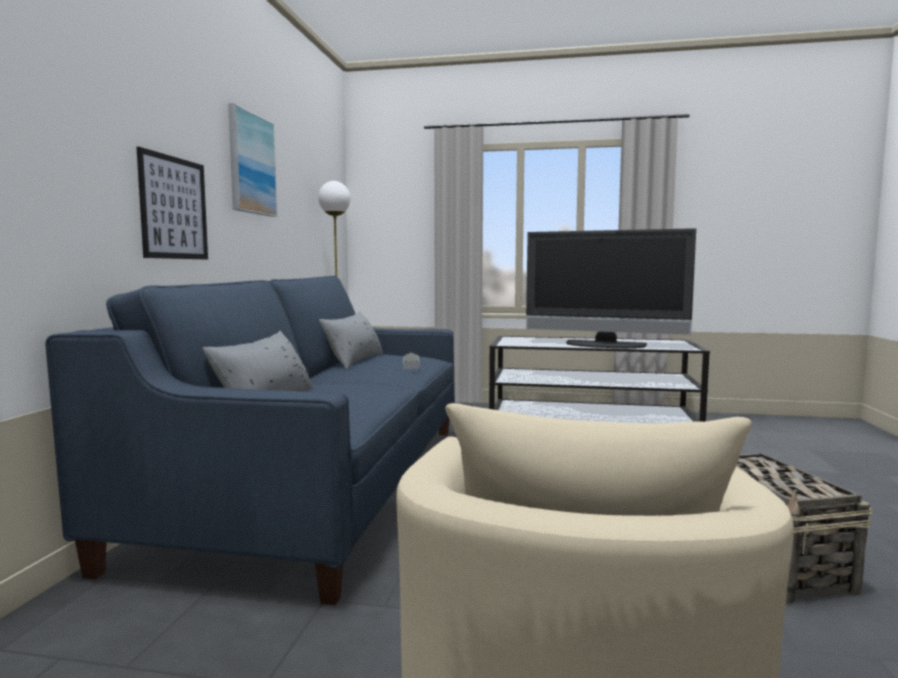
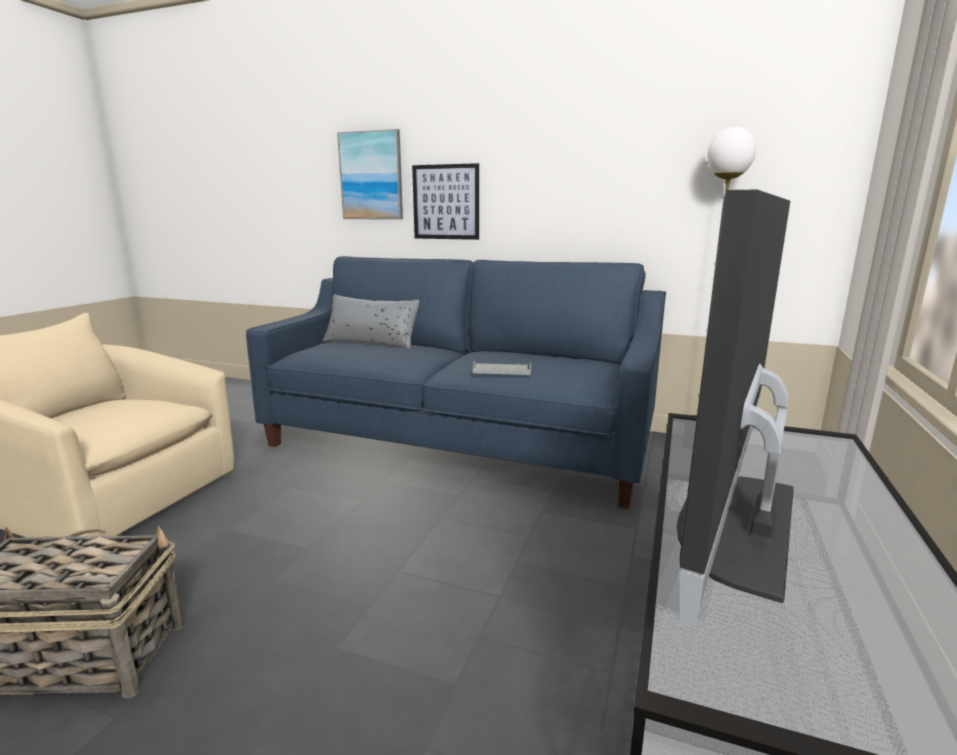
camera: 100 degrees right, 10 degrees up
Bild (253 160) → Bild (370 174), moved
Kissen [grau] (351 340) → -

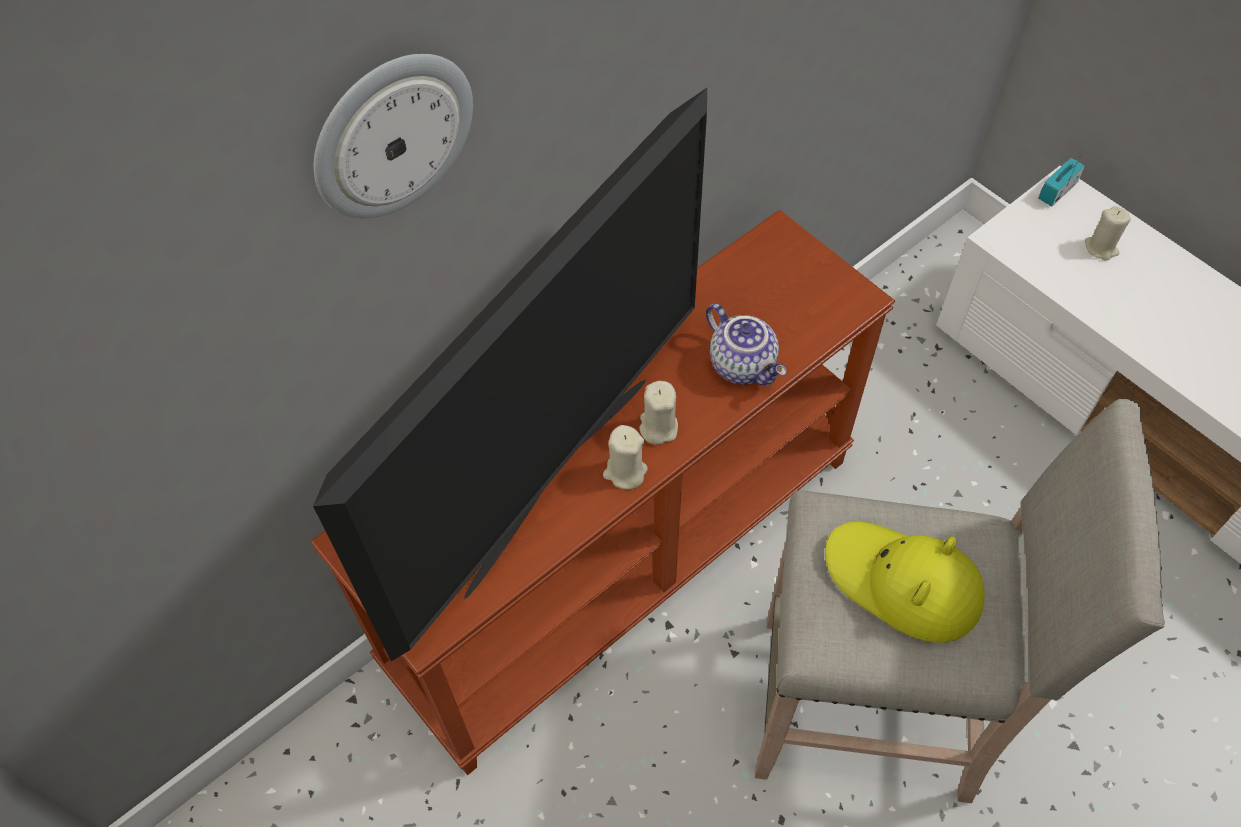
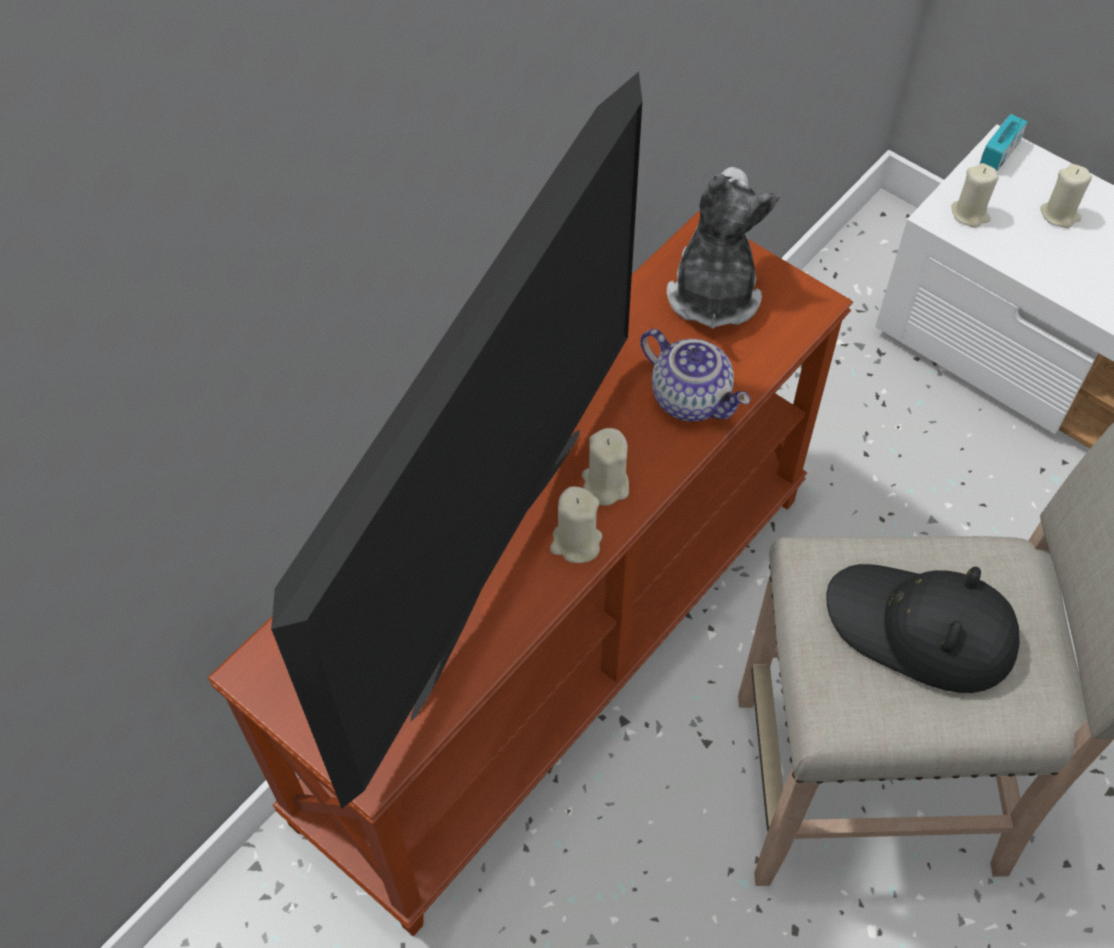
camera: 10 degrees left, 0 degrees up
Wanduhr (393 136) → -
Hut [gelb] (905 582) → Hut [schwarz] (923 628)
- → Plüschtier (723 248)
- → Kerze [beige] (975 195)

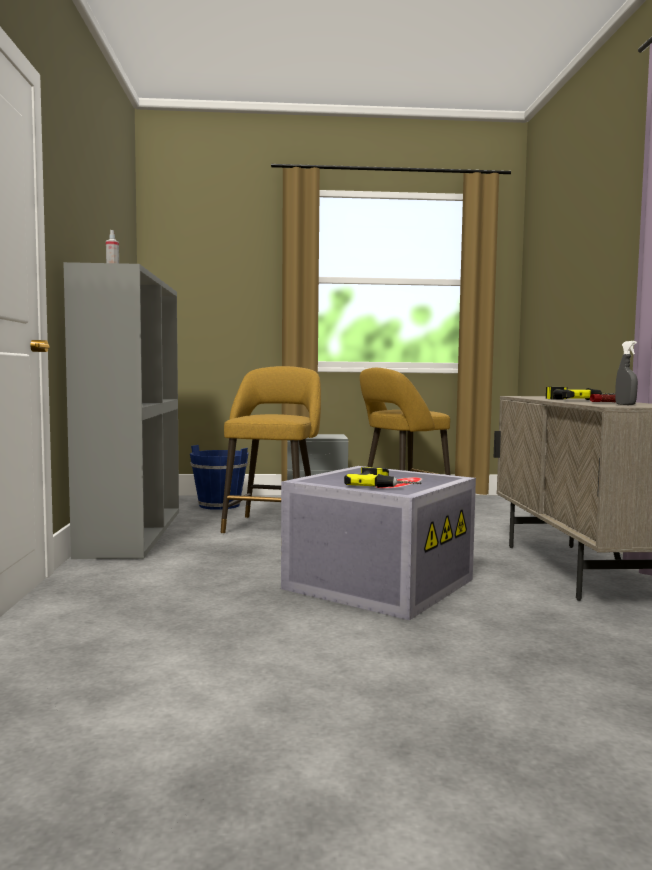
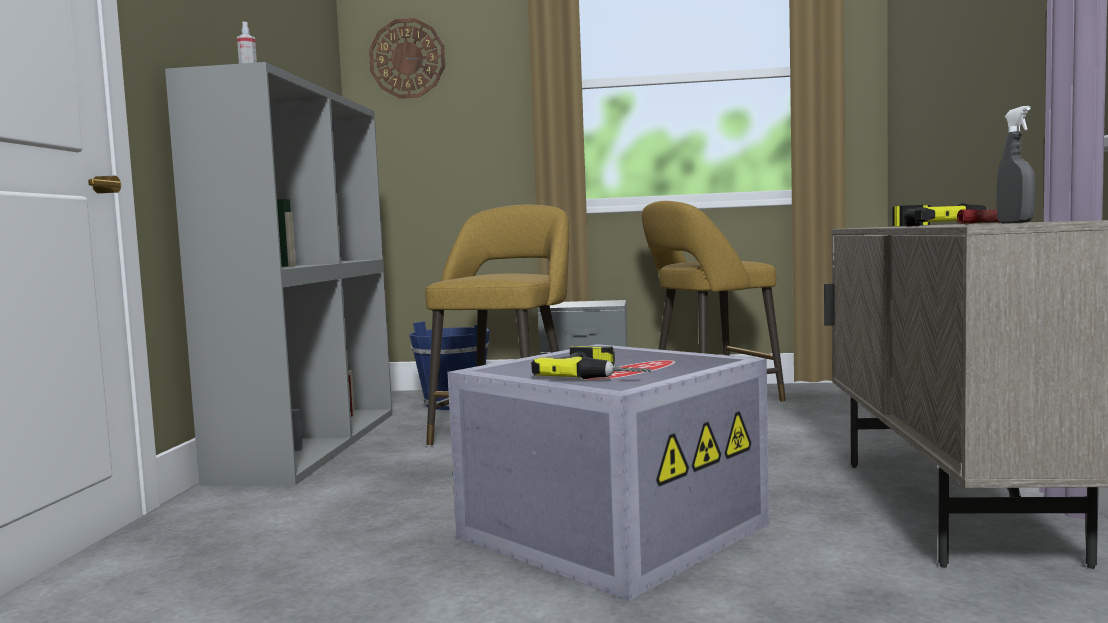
camera: 10 degrees right, 0 degrees up
- → Wanduhr (407 58)

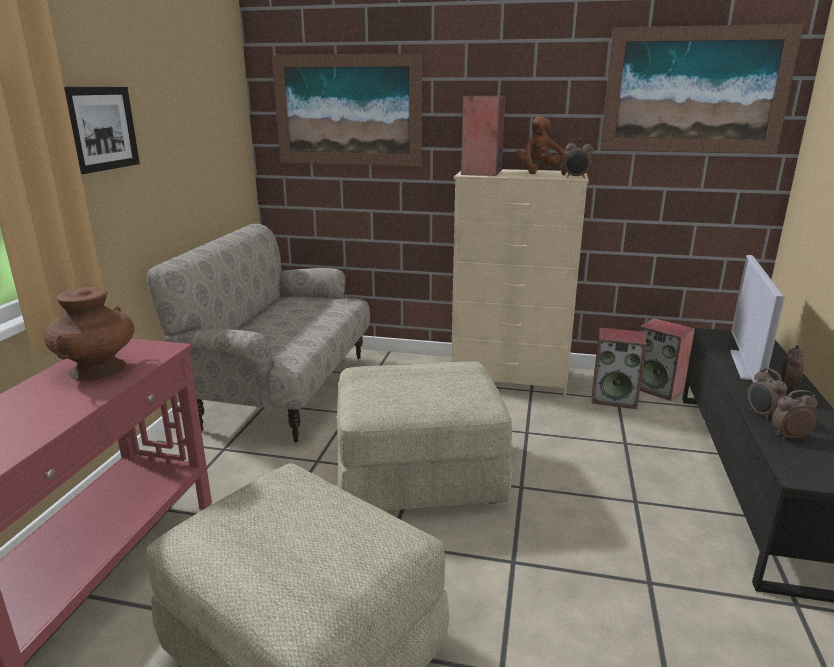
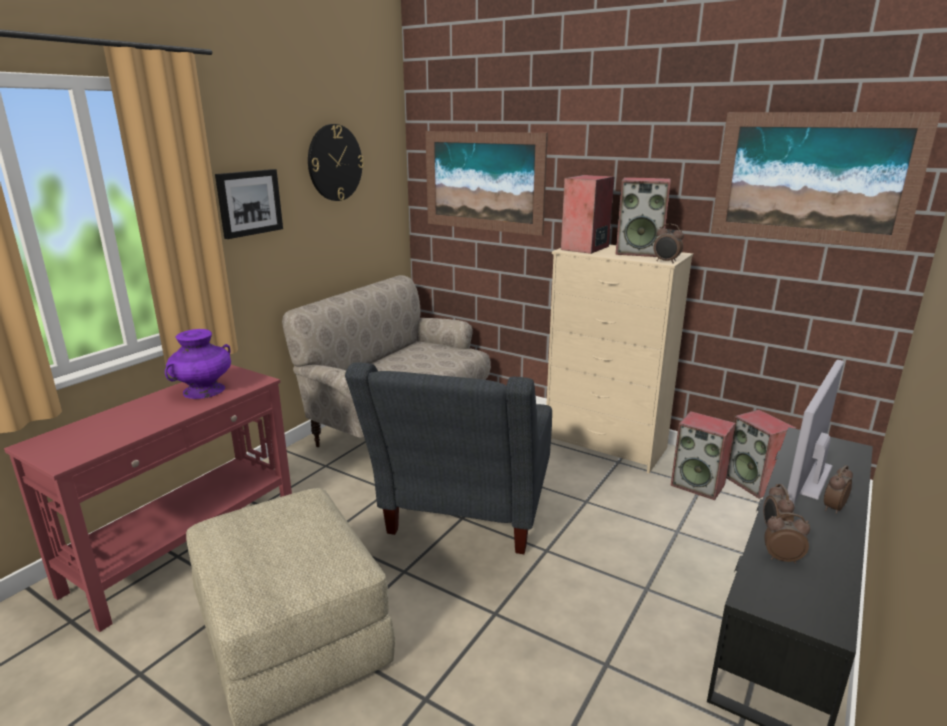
camera: 20 degrees right, 0 degrees up
Vase [braun] (89 334) → Vase [lila] (198 364)
Polsterhocker [beige] (424 436) → Sessel [grau] (448 458)
Plüschtier [braun] (540 145) → Lautsprecher (643 217)
- → Wanduhr (336 162)

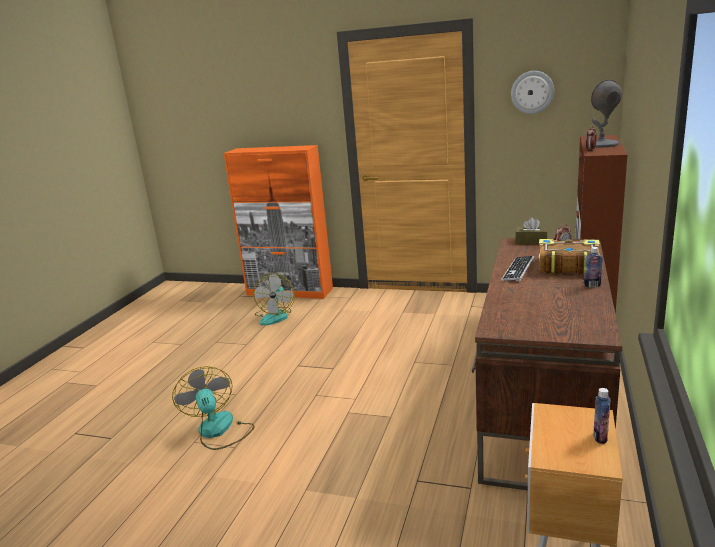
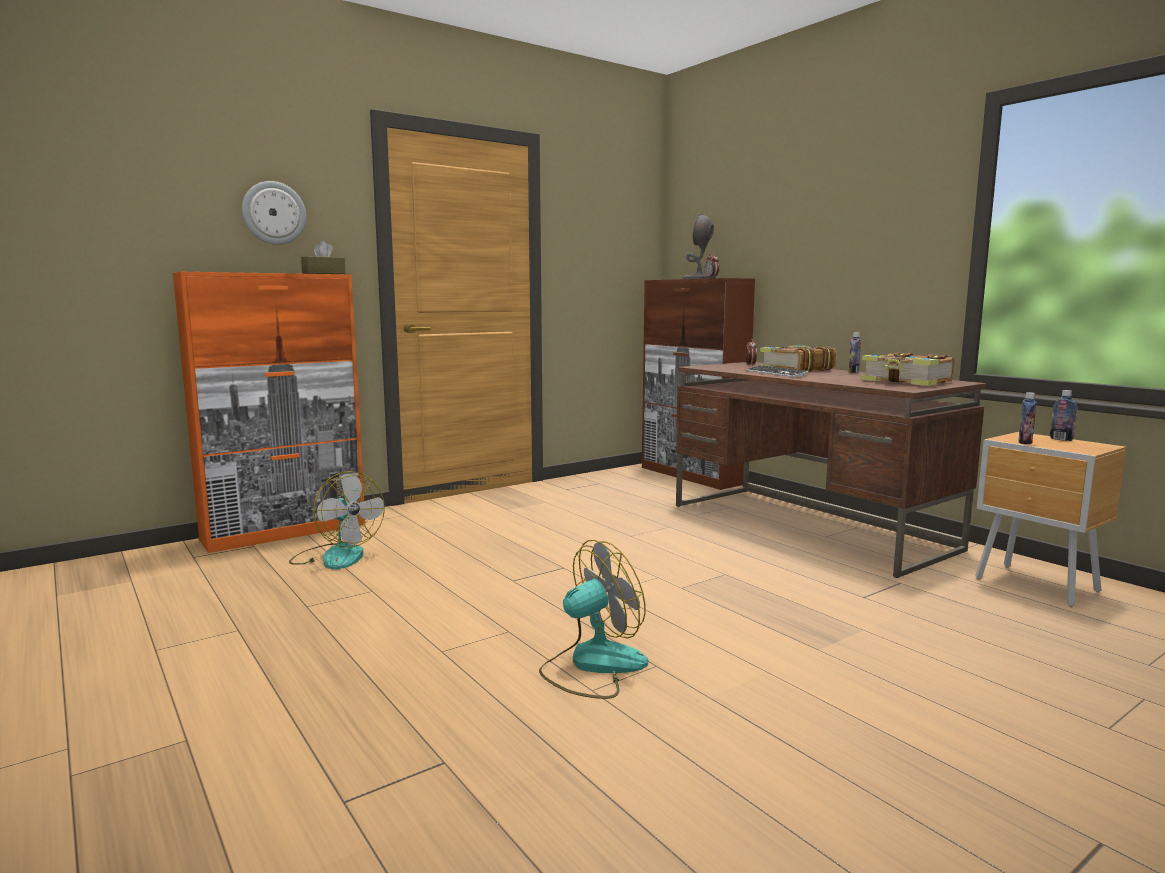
camera: 55 degrees left, 10 degrees down
Ventilator (213 408) → Ventilator (593 619), 135 degrees clockwise
Wanduhr (532 92) → Wanduhr (274 213), moved
Taschentuchbox [braun] (531 230) → Taschentuchbox [braun] (323 257), moved
- → Buch (908 369)
- → Flasche (1027 418)

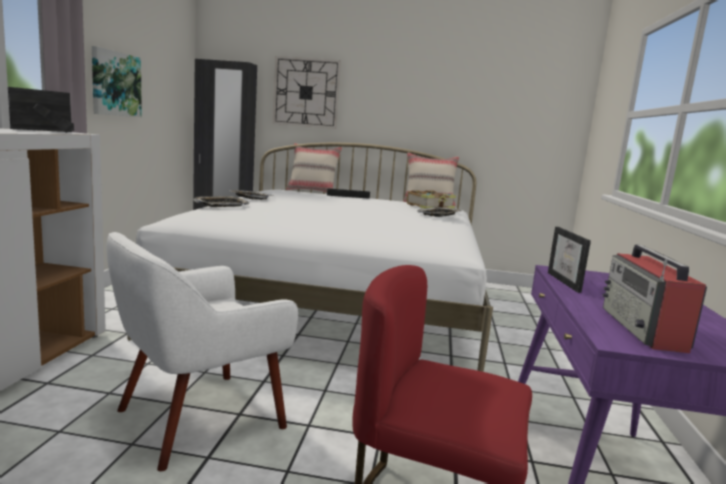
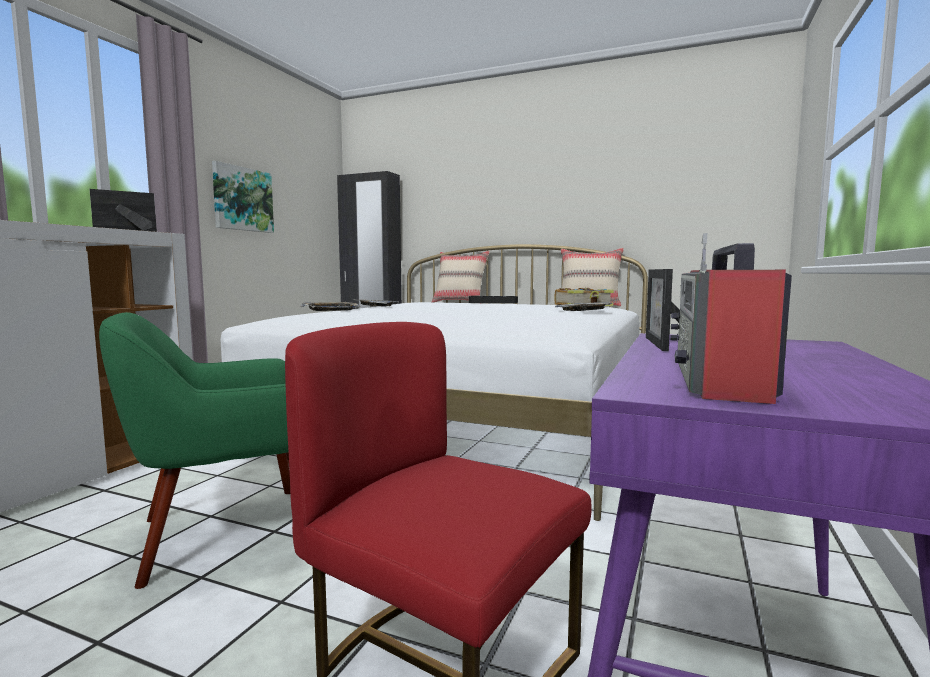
camera: 15 degrees right, 5 degrees down
Sessel [weiß] (202 351) → Sessel [grün] (194 450)
Wanduhr (307 92) → -

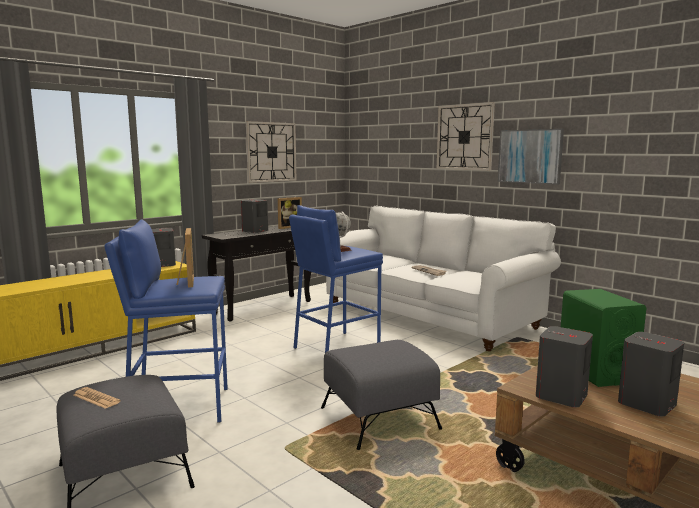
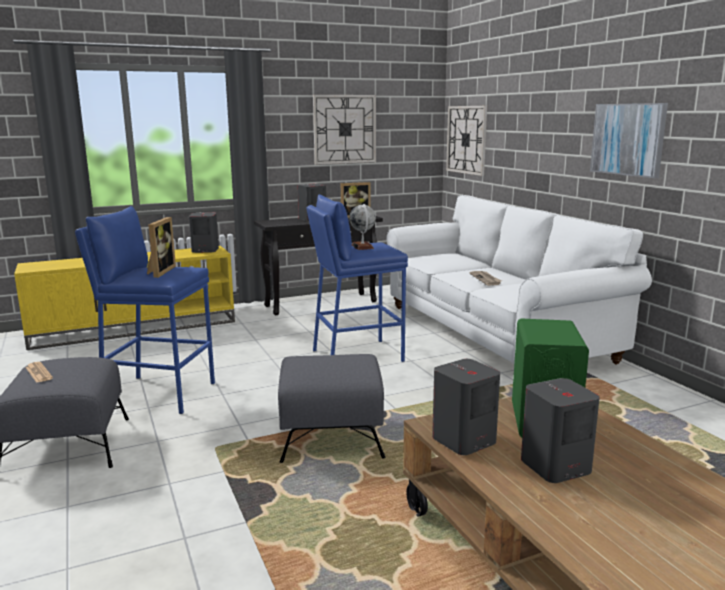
camera: 20 degrees right, 5 degrees up
Wanduhr (466 136) → Wanduhr (466 141), moved

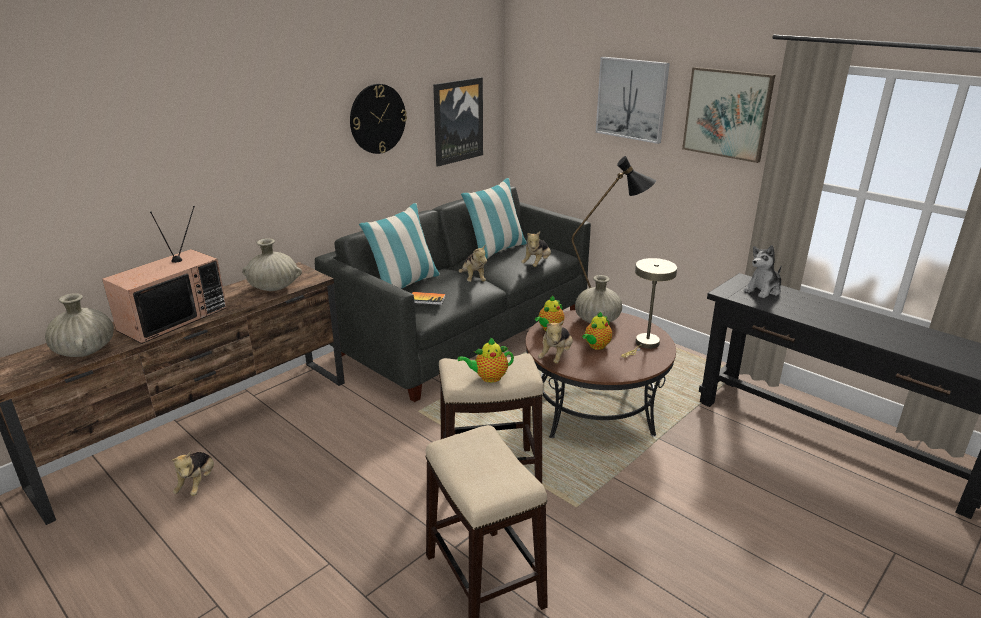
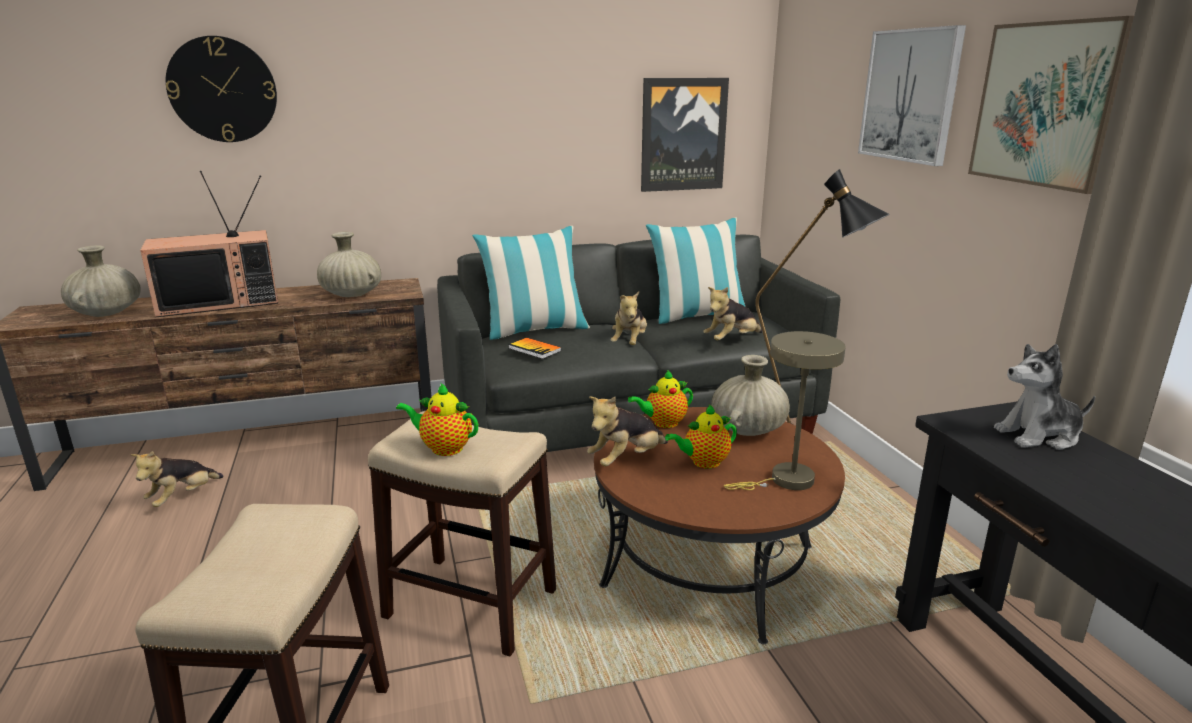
camera: 30 degrees right, 5 degrees down
Wanduhr (378 119) → Wanduhr (221 89), moved

